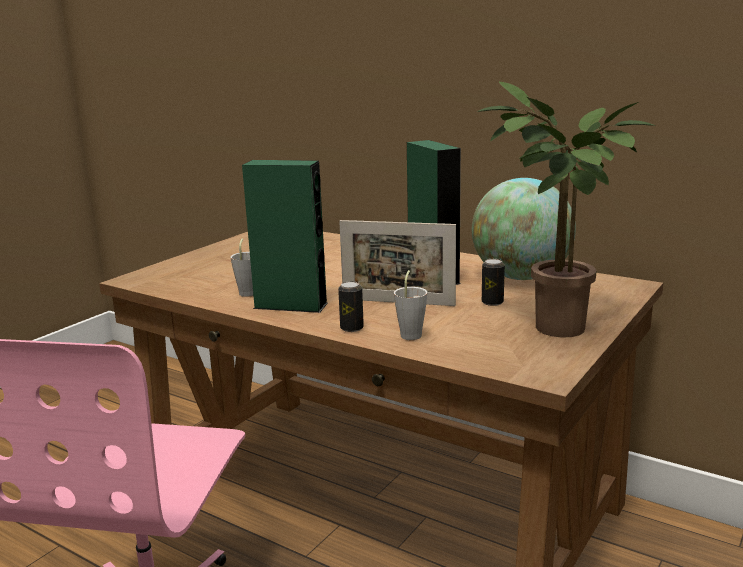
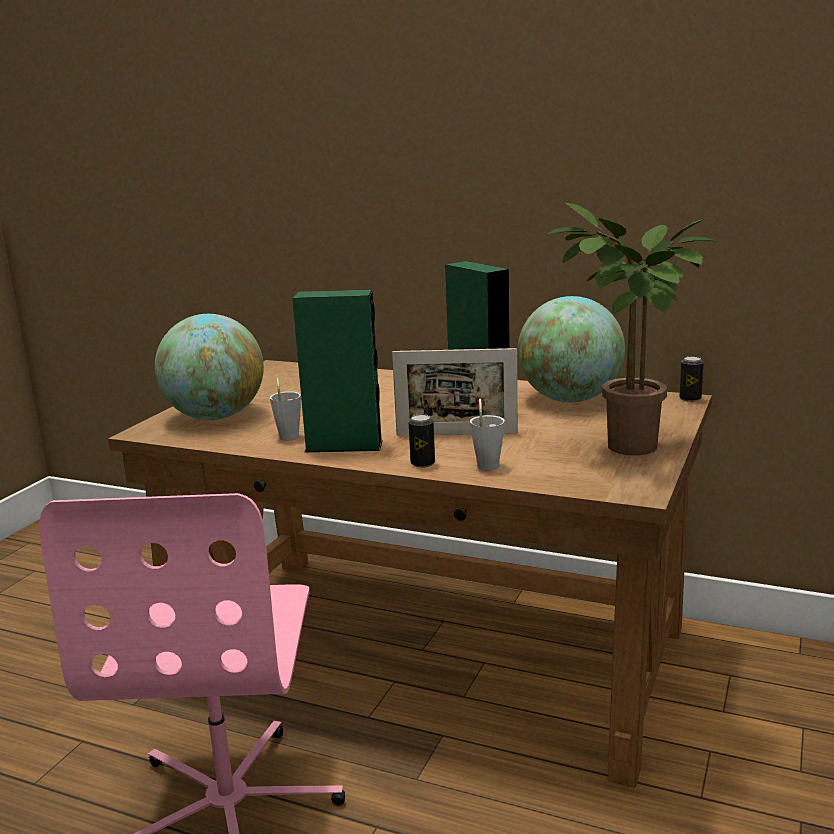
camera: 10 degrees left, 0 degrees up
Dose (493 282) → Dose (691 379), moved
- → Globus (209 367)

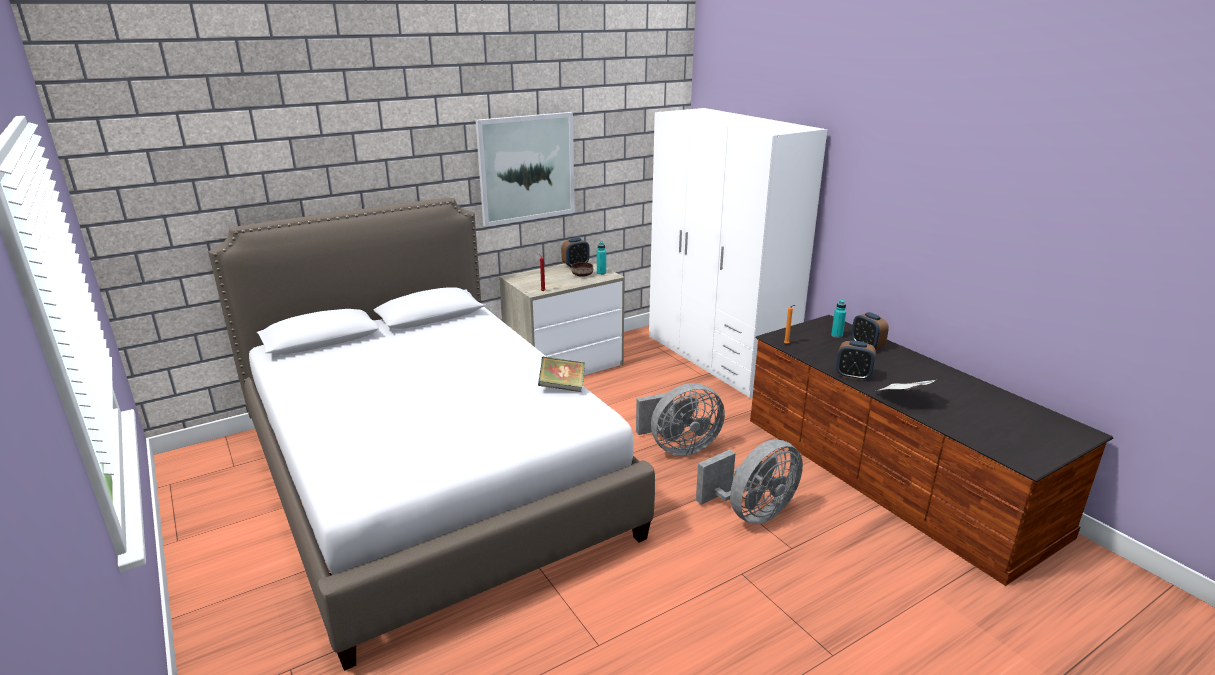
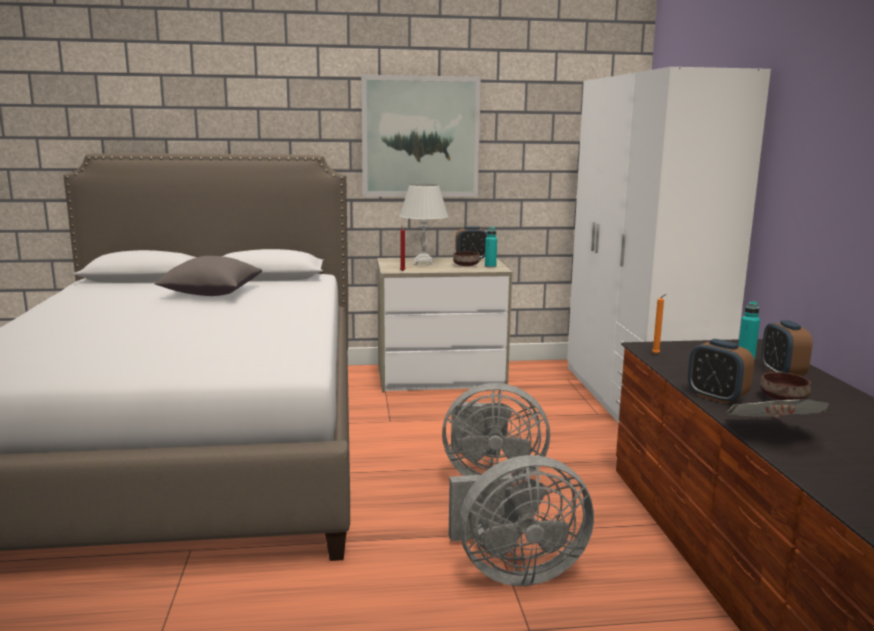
camera: 25 degrees right, 10 degrees down
Buch (561 374) → -
- → Kissen [grau] (208 276)
- → Tischlampe [weiß] (424 224)
- → Schüssel [braun] (785 386)

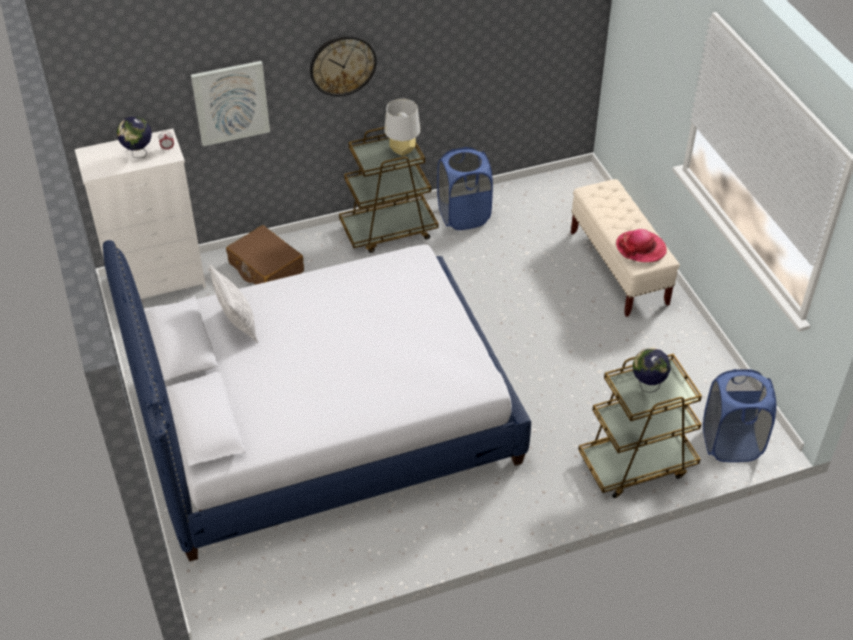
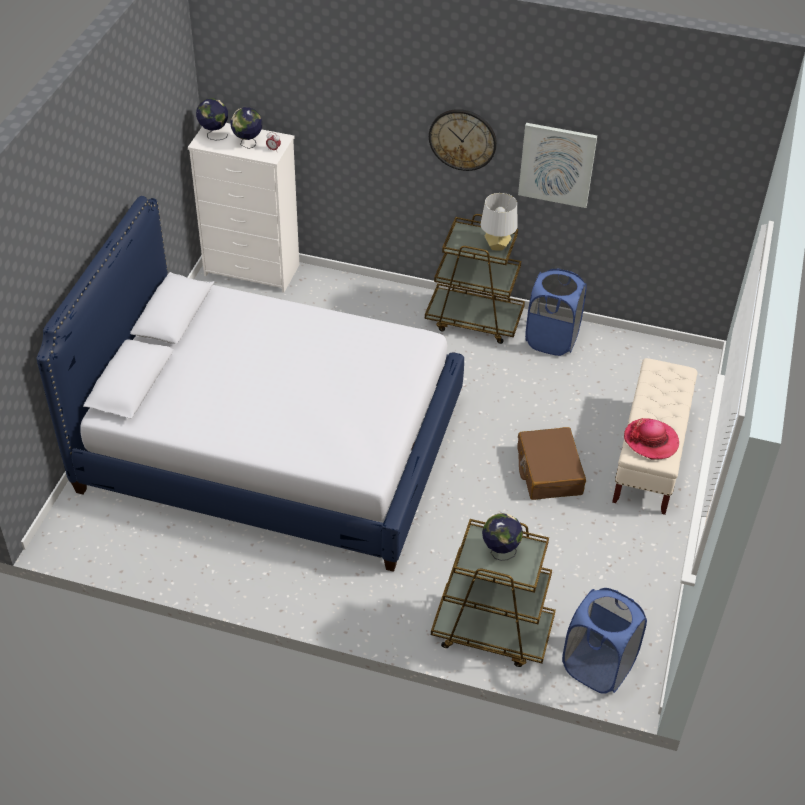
camera: 35 degrees right, 0 degrees up
Bild (230 103) → Bild (557 165), moved
Kissen (233 304) → -
Koffer [braun] (265 255) → Koffer [braun] (551 463), moved
- → Globus (212 119)

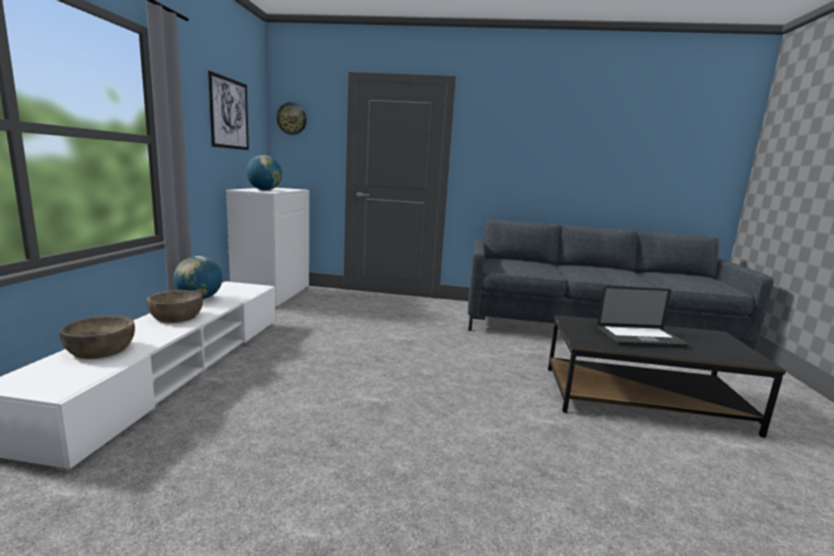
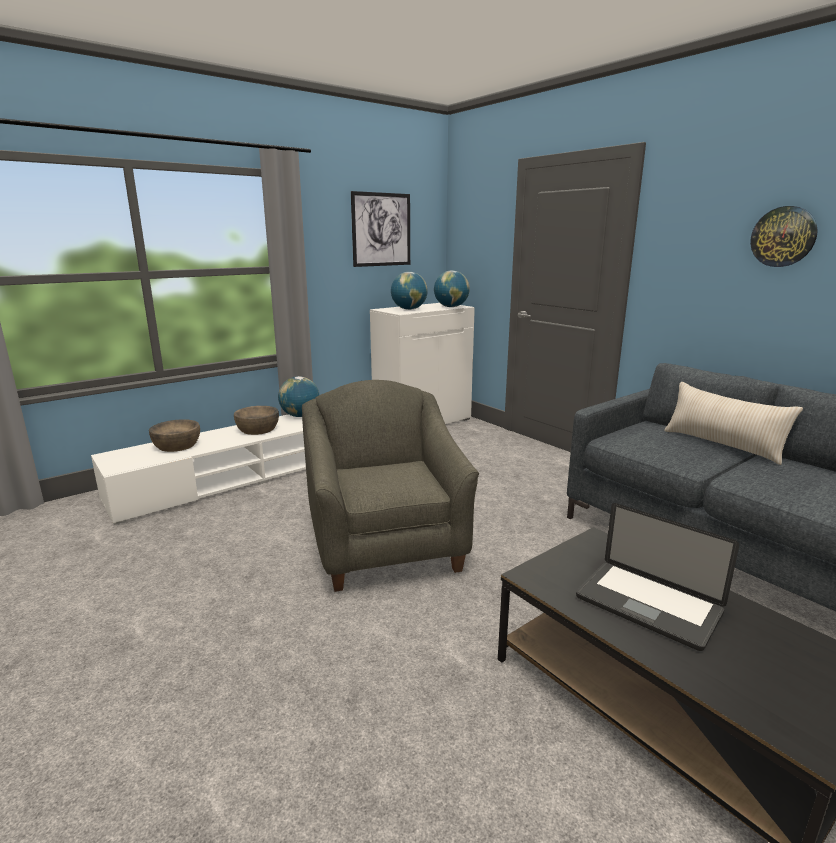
camera: 45 degrees right, 5 degrees up
Wanduhr (292 118) → Wanduhr (784 236), moved
- → Sessel [grau] (390 486)
- → Globus (452 289)
- → Kissen [beige] (733 423)

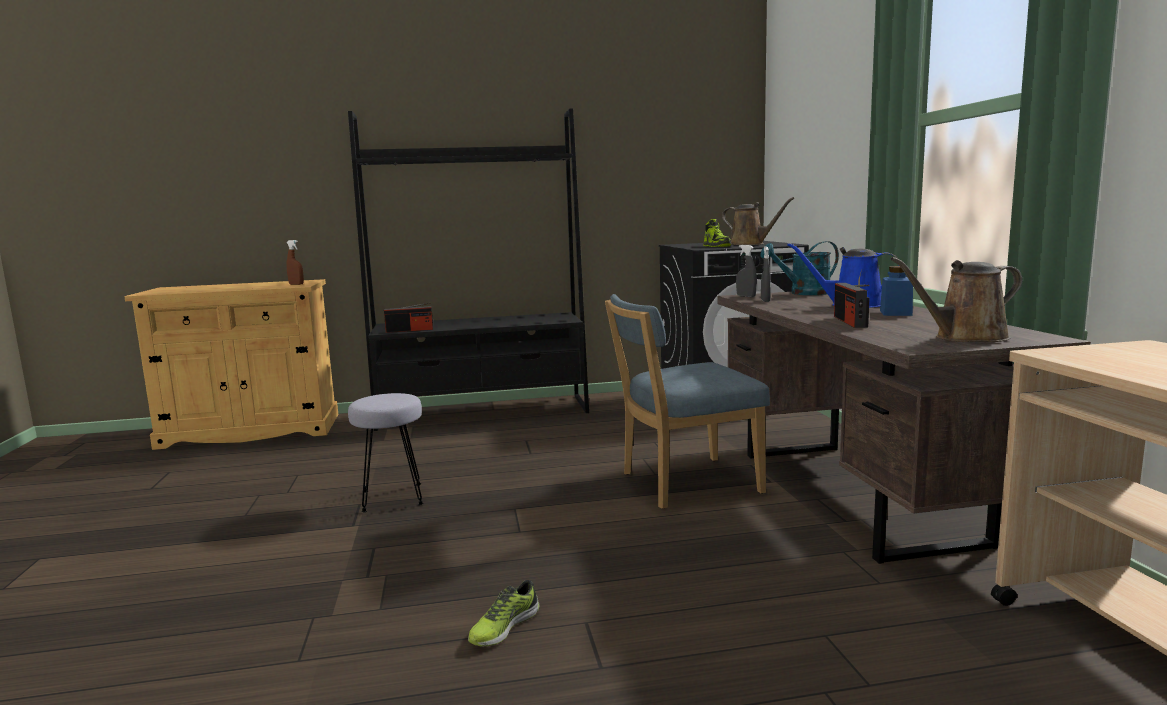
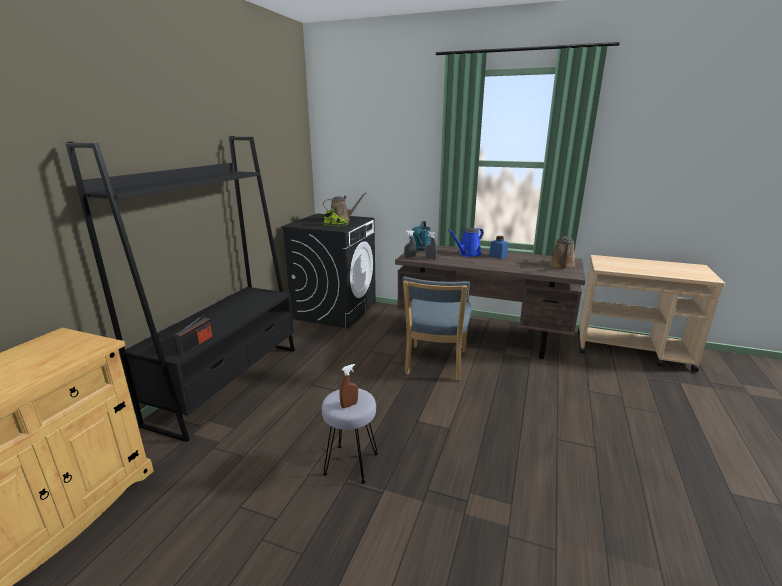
camera: 60 degrees left, 10 degrees up
Sprühflasche [braun] (295 262) → Sprühflasche [braun] (349 386), moved
Schuh (503 613) → -
Radio (851 305) → -

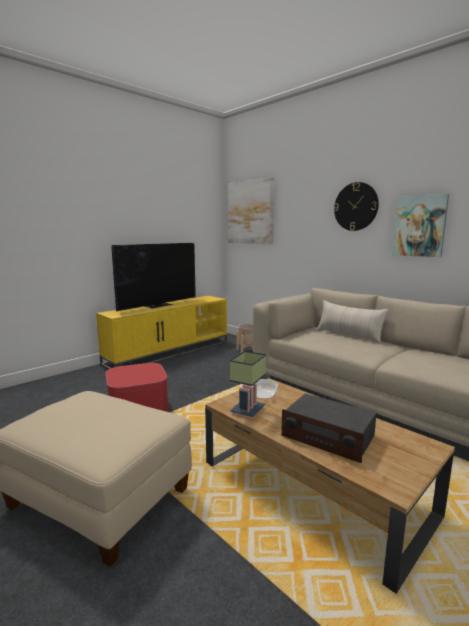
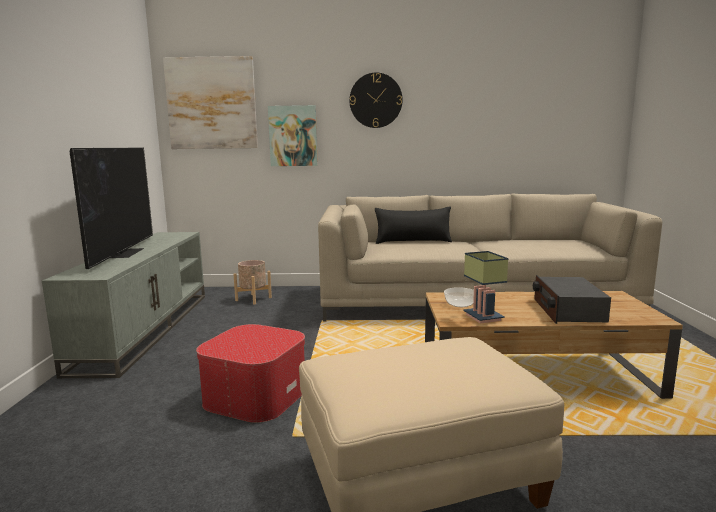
camera: 45 degrees left, 0 degrees up
Fernsehschrank [gelb] (161 333) → Fernsehschrank [grau] (123 305)
Radio (329 428) → Radio (572 299), 105 degrees clockwise
Kissen [beige] (352 321) → Kissen [schwarz] (413 225)
Bild (420 225) → Bild (293 135), moved

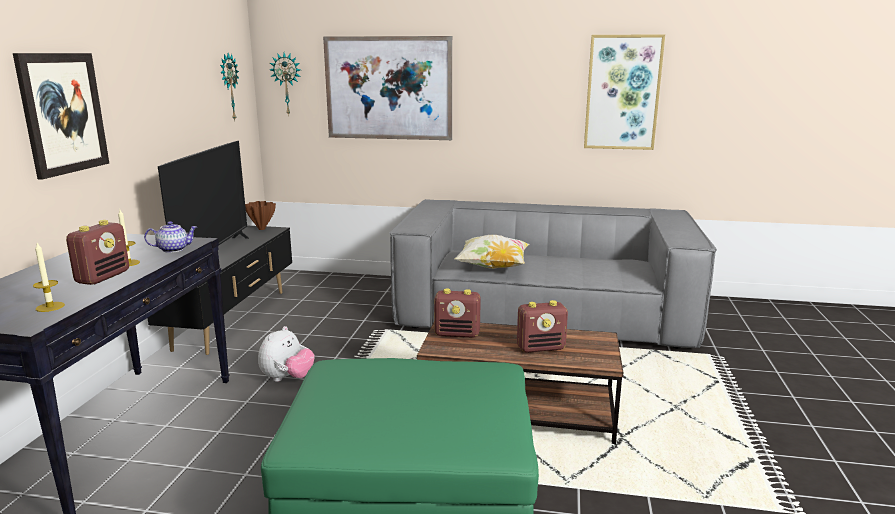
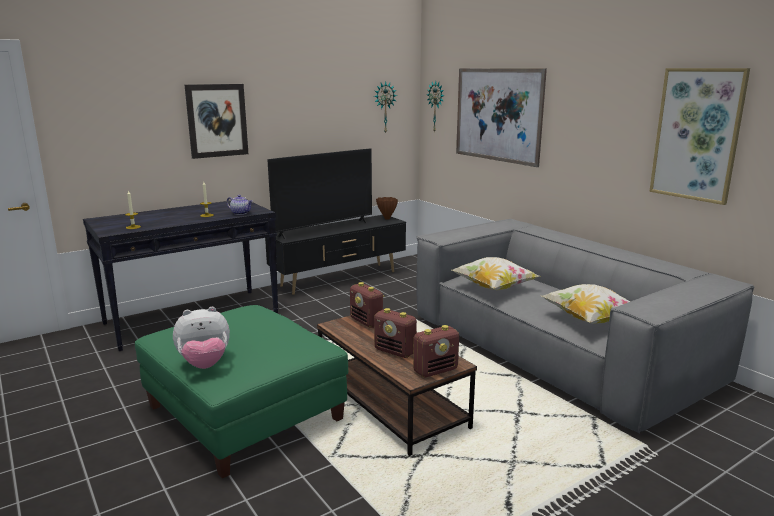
camera: 45 degrees right, 0 degrees up
Radio (97 252) → Radio (436 351), moved
Plüschtier (286 354) → Plüschtier (201 338), moved
- → Kissen (586 304)

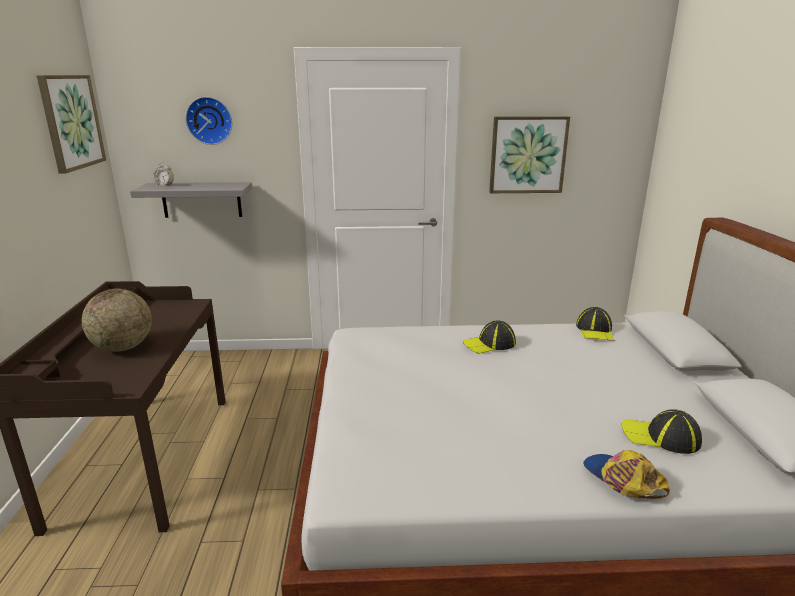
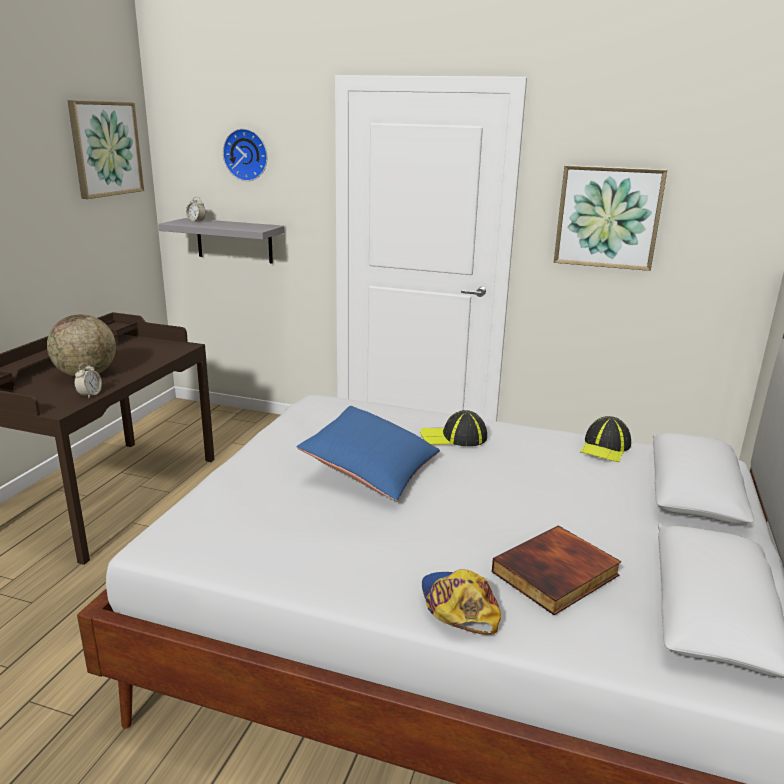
camera: 20 degrees right, 0 degrees up
Kappe (662 431) → Buch (556 570)
- → Wecker (88 381)
- → Kissen [blau] (368 453)

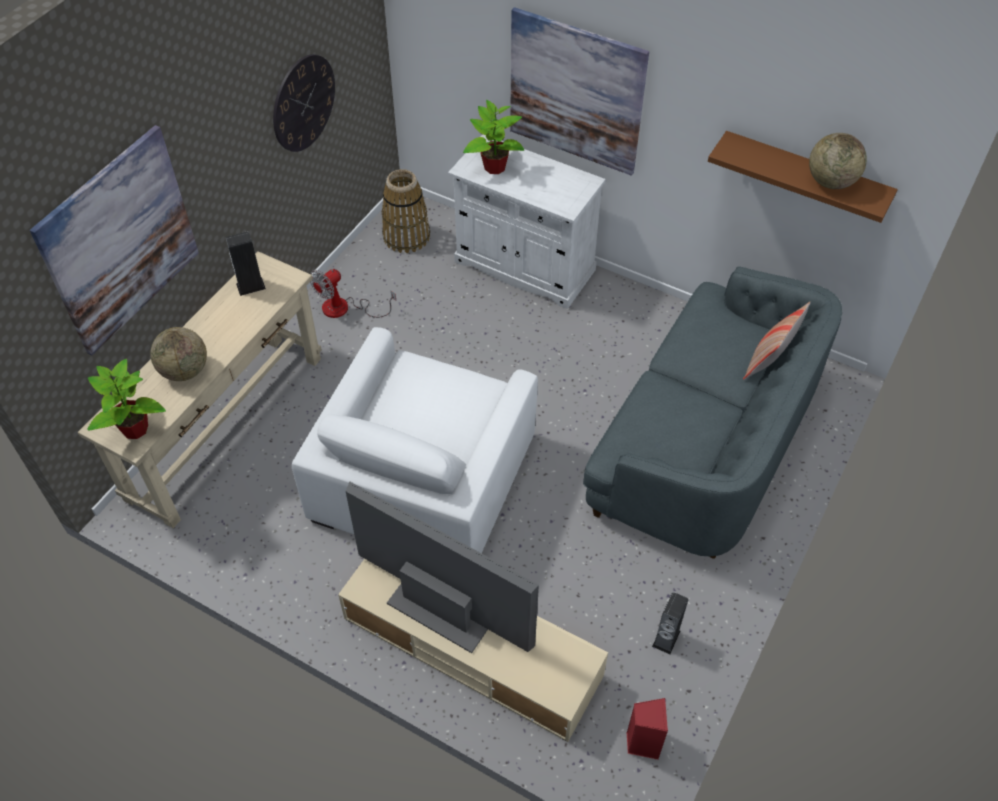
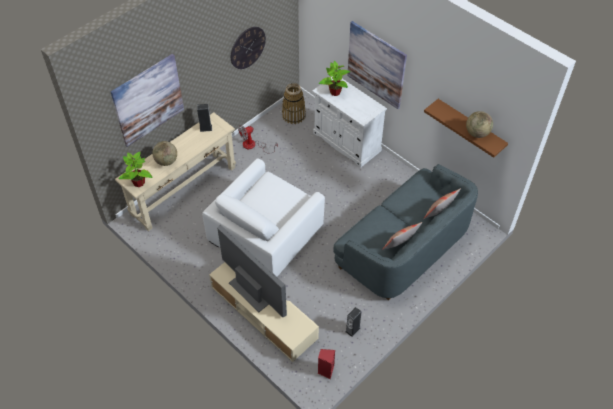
camera: 15 degrees right, 0 degrees up
- → Kissen (402 236)

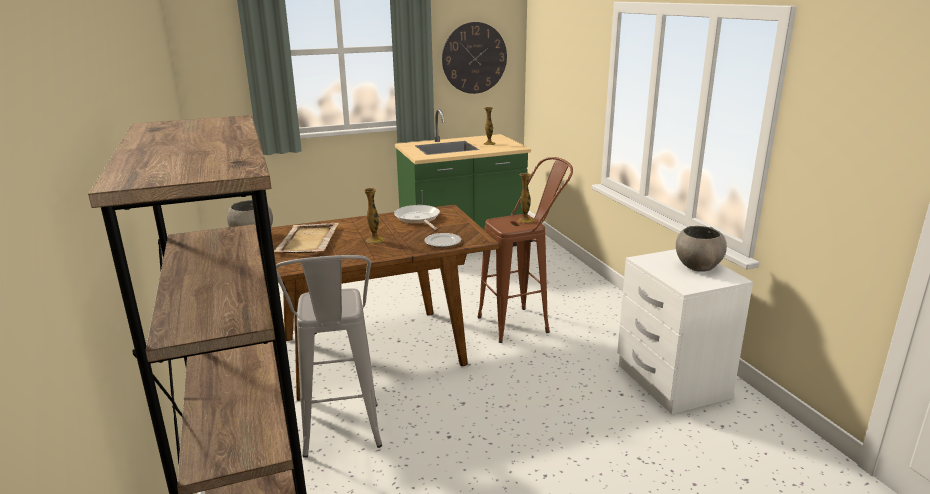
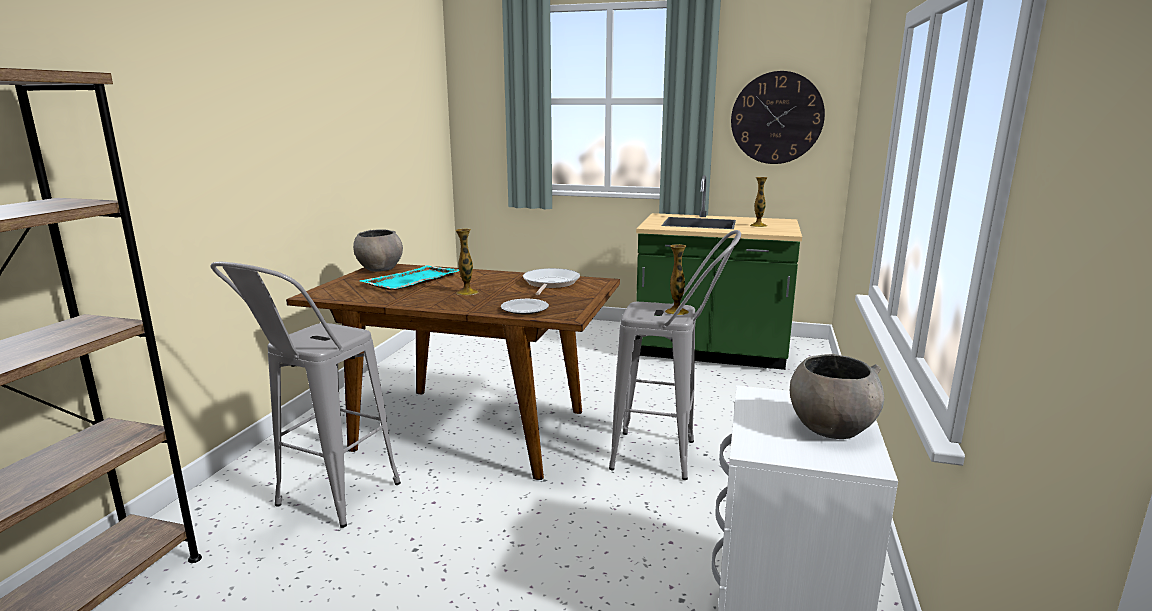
camera: 35 degrees right, 5 degrees down
Tablett [beige] (306 238) → Tablett [türkis] (409 277)
Hocker [braun] (525 250) → Hocker [grau] (675 355)

